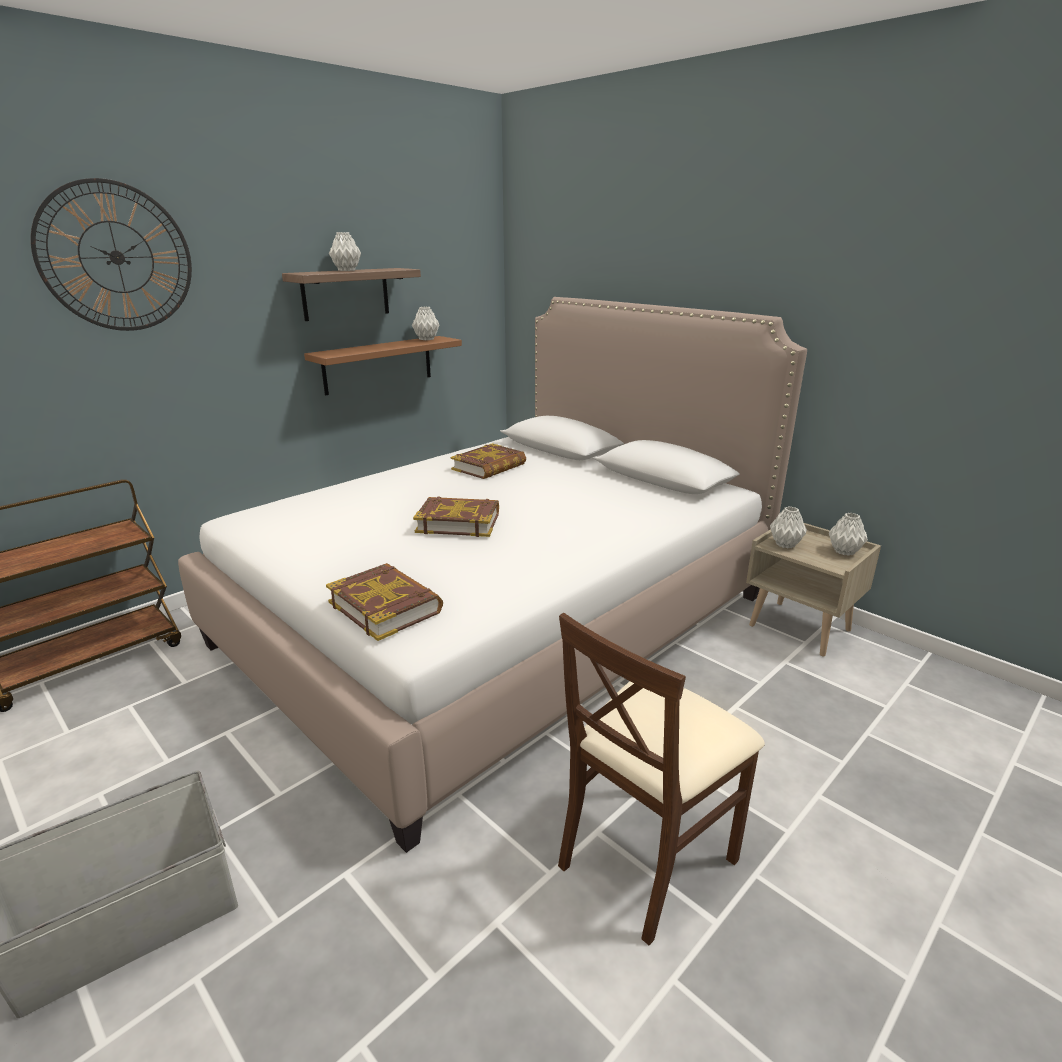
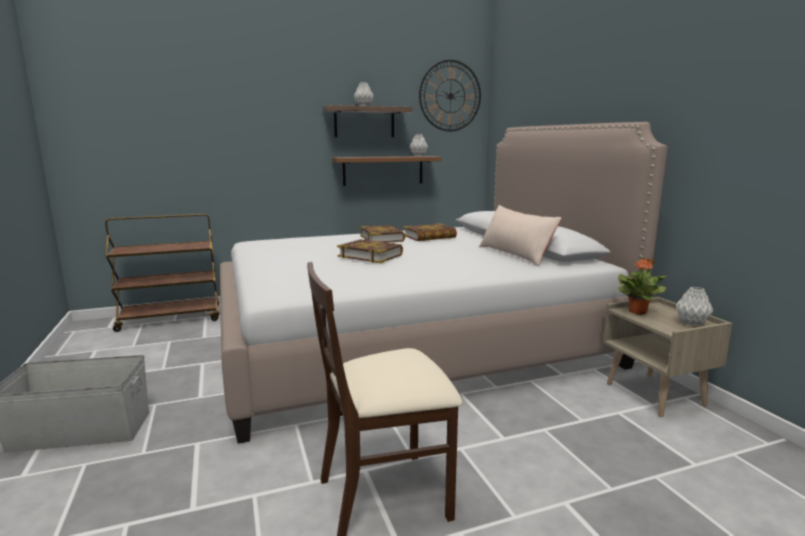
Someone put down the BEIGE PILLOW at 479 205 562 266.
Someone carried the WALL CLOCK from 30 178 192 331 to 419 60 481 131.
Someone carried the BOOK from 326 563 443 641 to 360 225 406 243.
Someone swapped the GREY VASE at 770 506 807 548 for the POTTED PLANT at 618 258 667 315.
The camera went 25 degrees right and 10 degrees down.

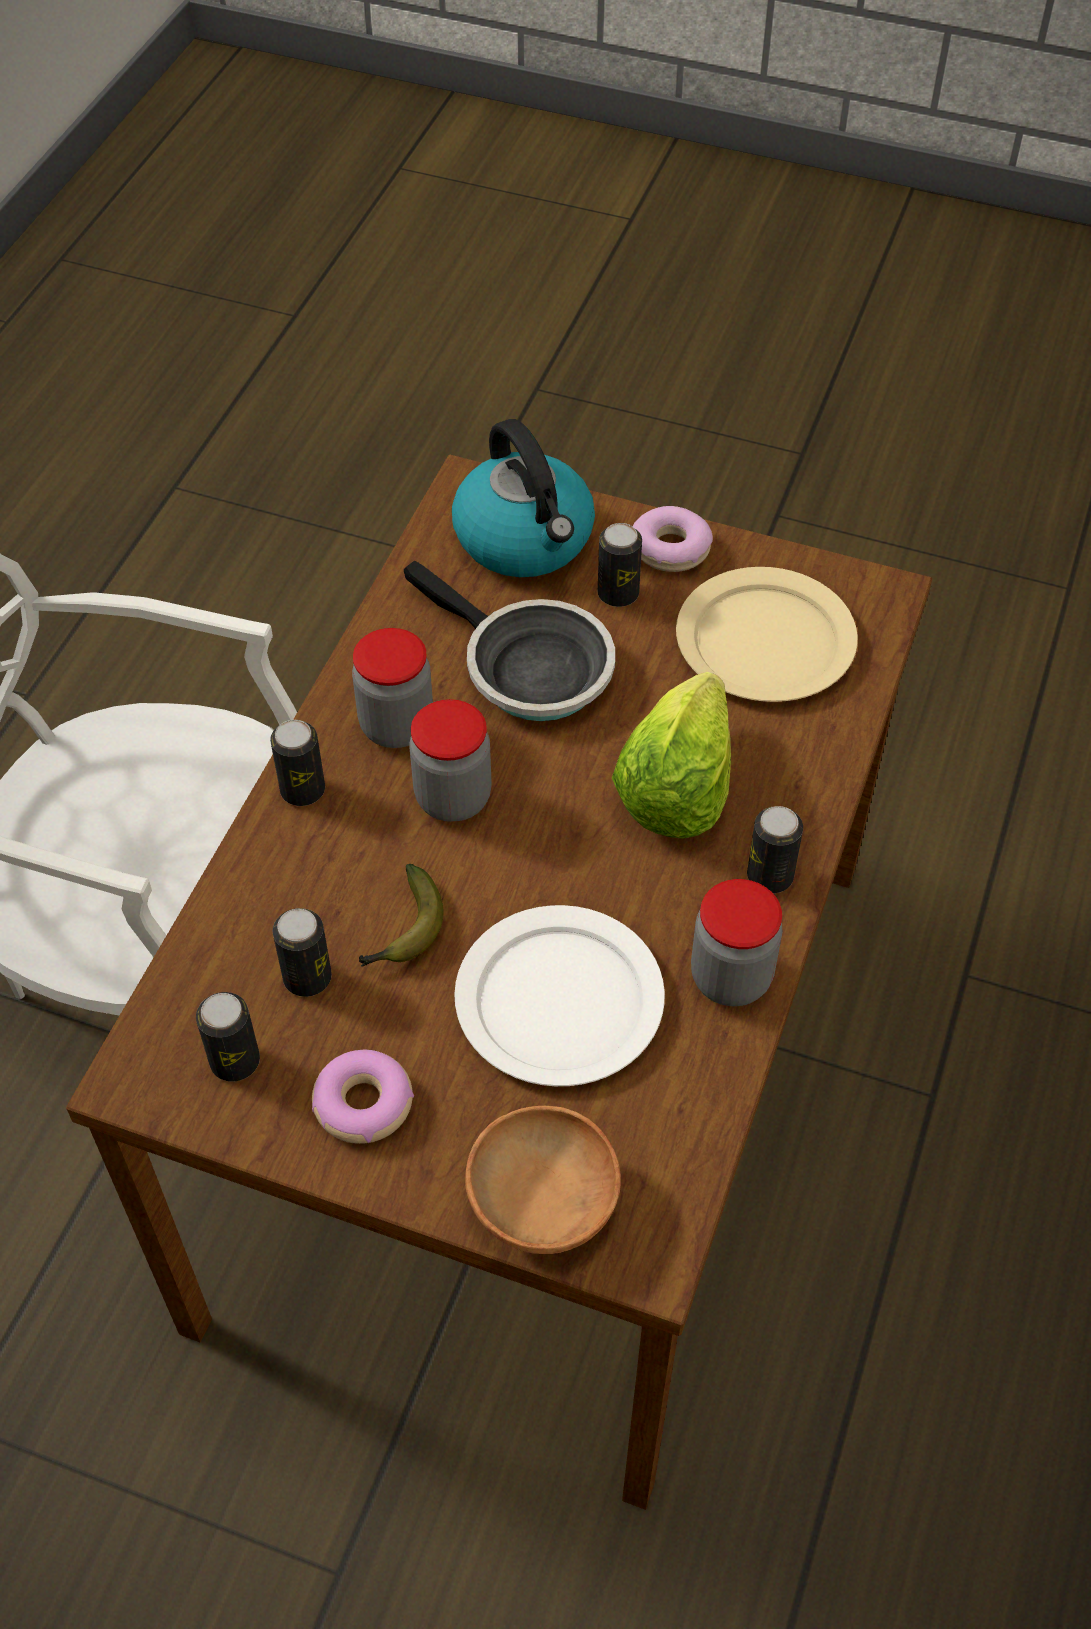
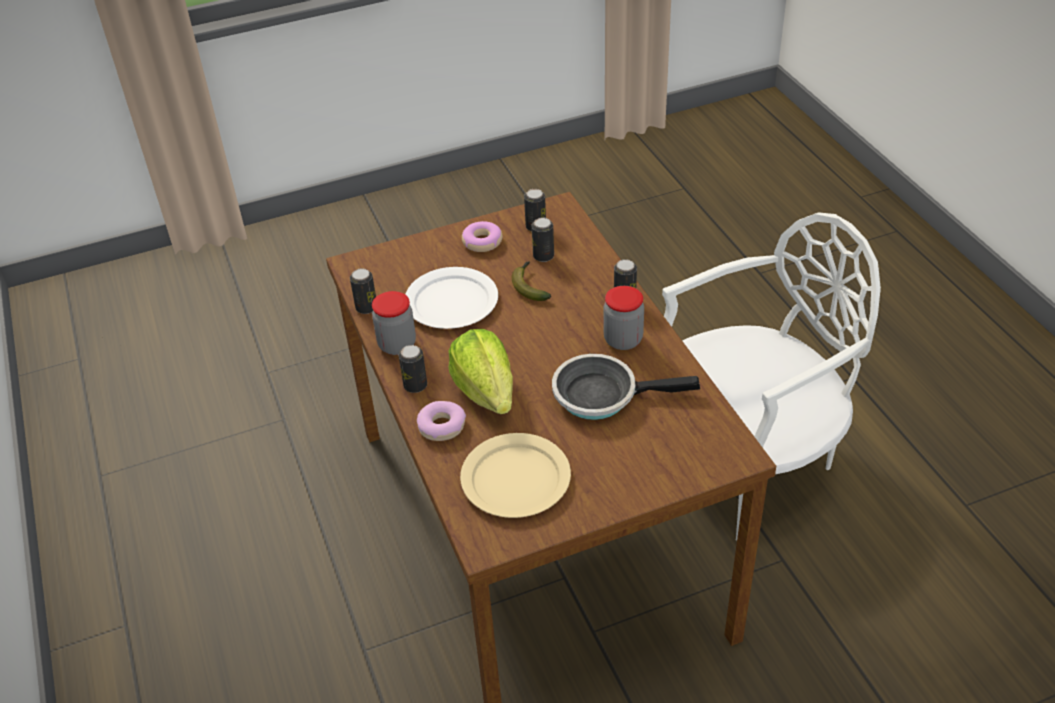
Someone took away the JAR at 409 699 492 822.
Someone took away the KETTLE at 452 419 595 577.
Someone took away the BROWN BOWL at 465 1106 621 1254.
Someone carried the CAN from 598 523 642 607 to 350 268 376 314.
Someone carried the DONUT from 633 506 713 572 to 417 401 466 441.
The camera went 140 degrees right and 10 degrees down.

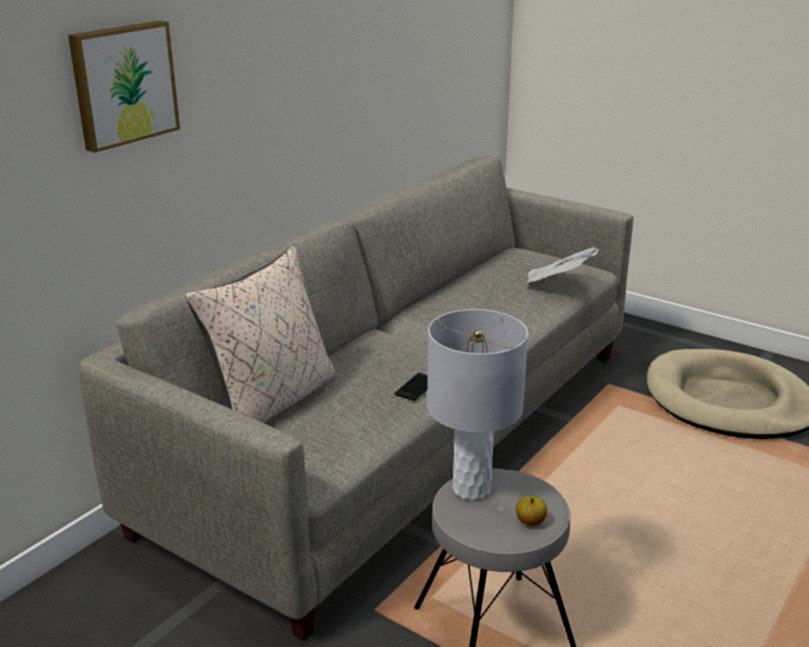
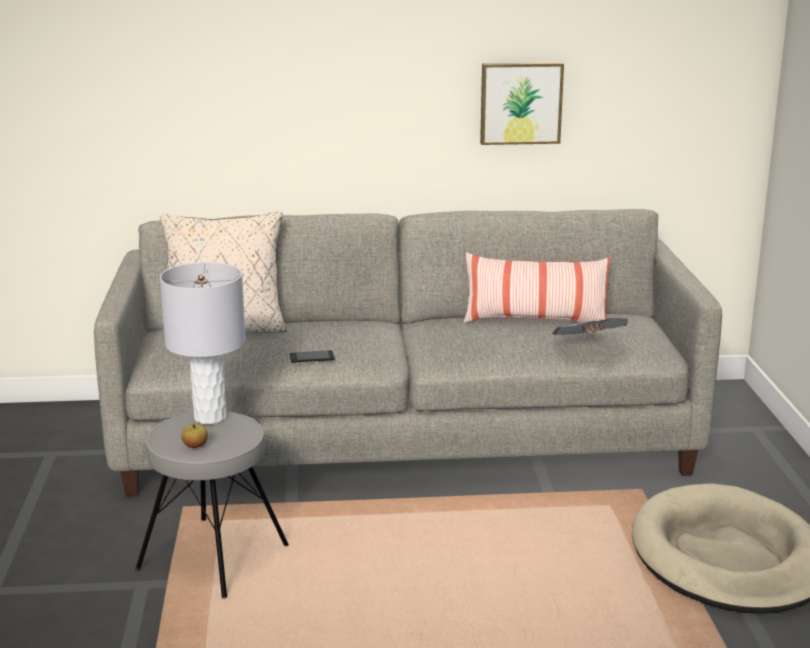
Someone put down the PILLOW at 464 252 610 323.
Someone carried the PICTURE from 68 20 180 153 to 480 62 564 145.
The camera went 50 degrees right and 5 degrees down.

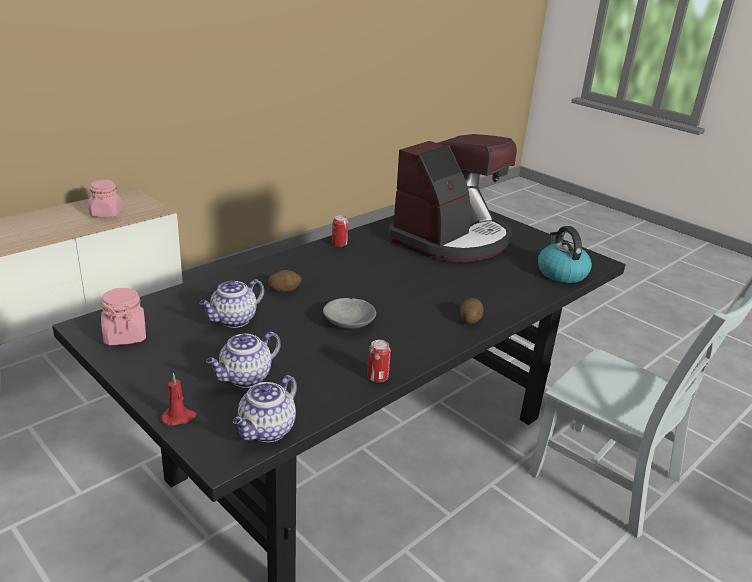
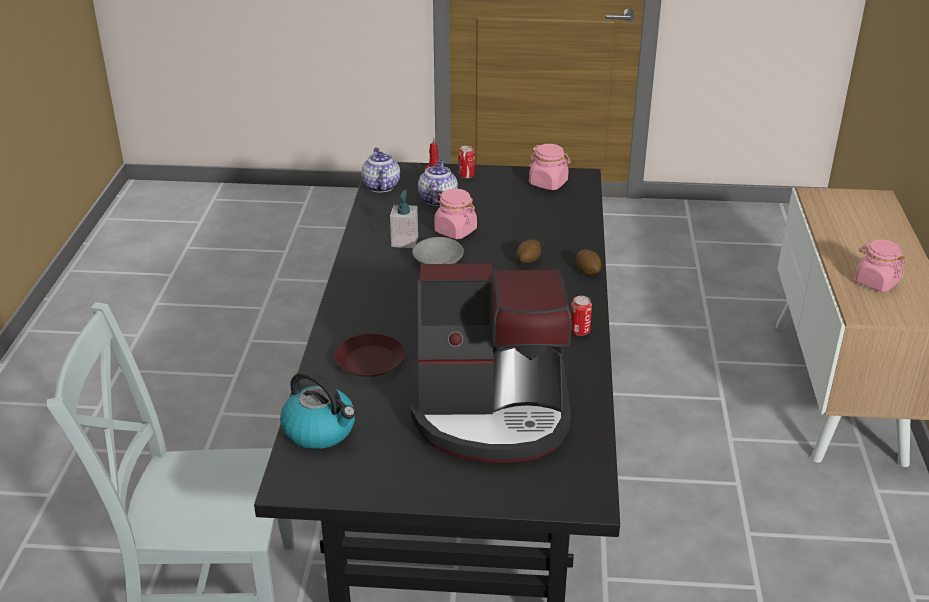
Someone took away the TEAPOT at 199 279 264 328.
Someone put down the BROWN PLATE at 335 334 405 377.
Someone put down the SOAP DISPENSER at 390 190 418 248.
Someone put down the PINK JAR at 434 189 477 239.
Someone carried the CAN from 367 340 391 382 to 458 146 475 179.
Someone carried the POTATO from 460 298 484 324 to 576 249 601 275.
Someone rotated the COFFEE MACHINE at 389 134 517 262 by 90 degrees counterclockwise.
The camera went 140 degrees right and 5 degrees up.

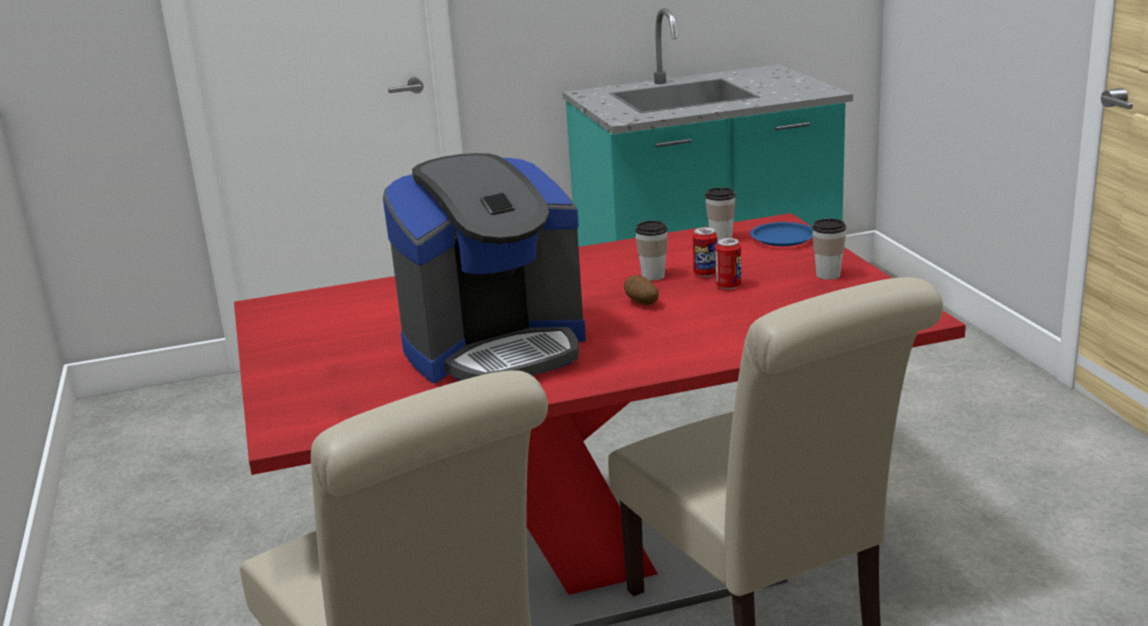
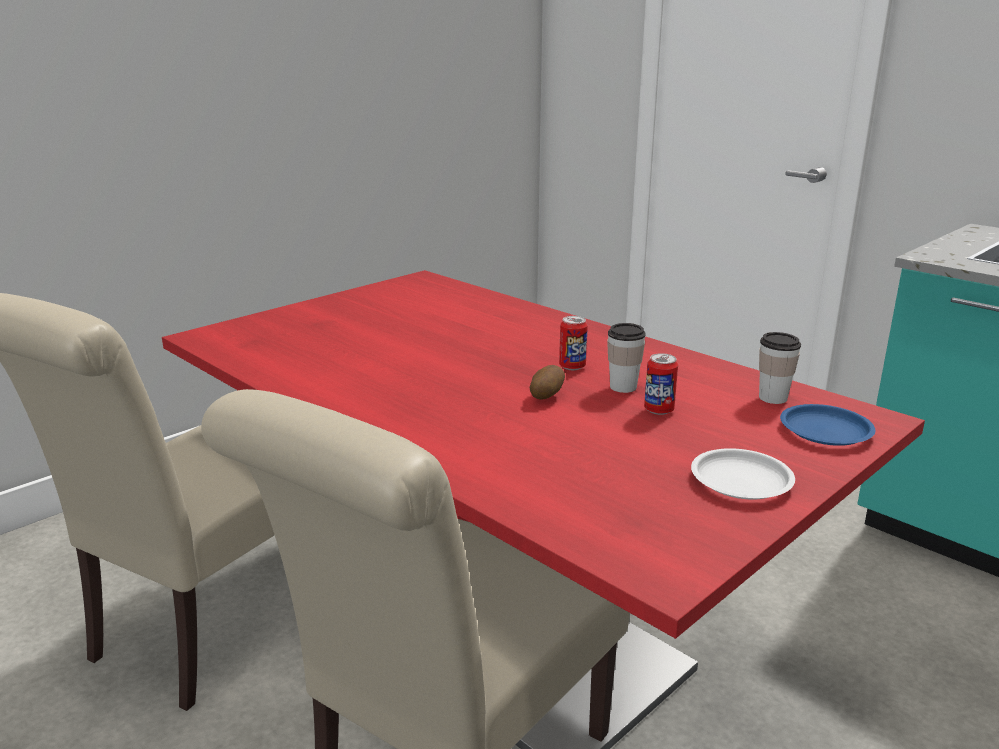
Someone took away the COFFEE MACHINE at 383 153 586 383.
Someone carried the CAN from 715 238 741 289 to 559 316 588 370.
Someone swapped the CUP at 812 219 846 280 for the WHITE PLATE at 691 448 795 500.
The camera went 60 degrees right and 0 degrees up.

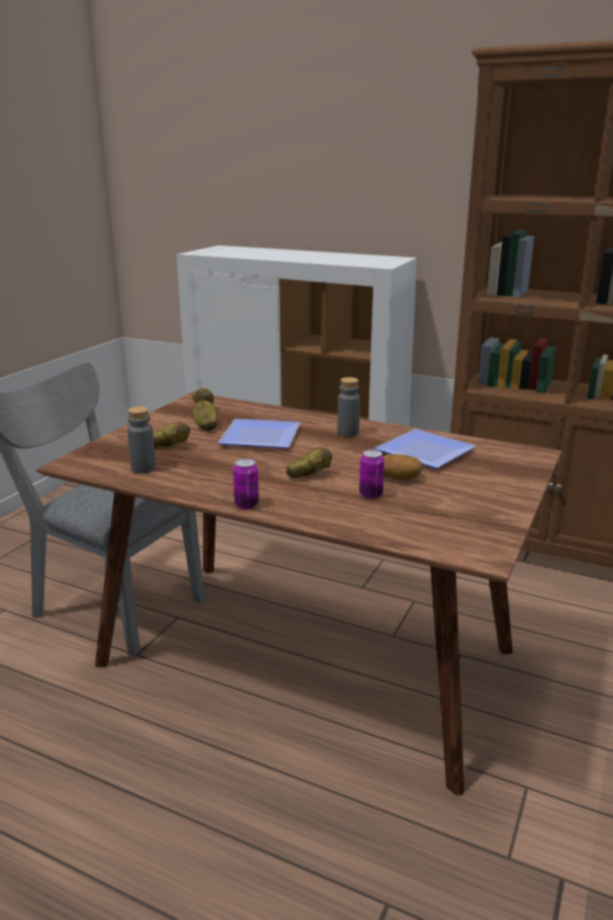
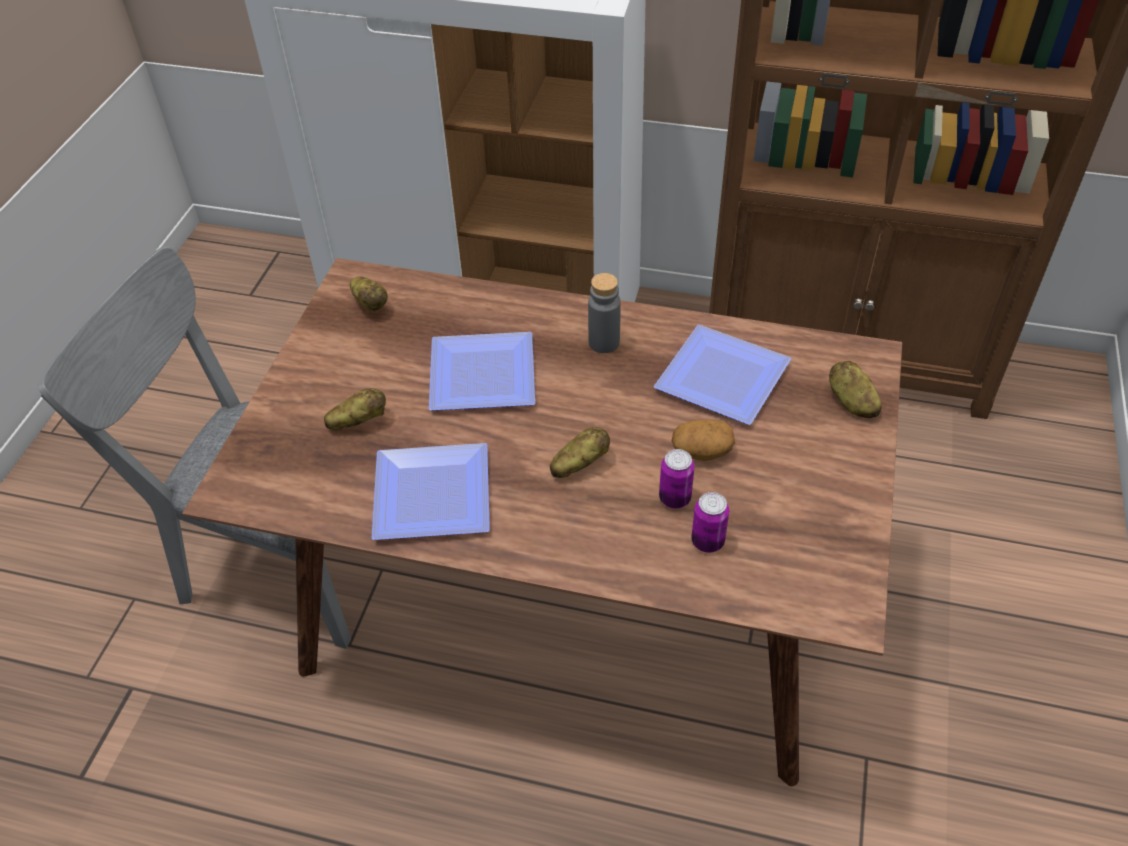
Someone took away the GREY BOTTLE at 127 406 156 473.
Someone put down the PLATE at 371 443 490 540.
Someone carried the POTATO from 193 400 217 431 to 829 361 882 418.
Someone carried the CAN from 233 459 259 509 to 691 492 729 553.
The camera went 10 degrees left and 25 degrees up.

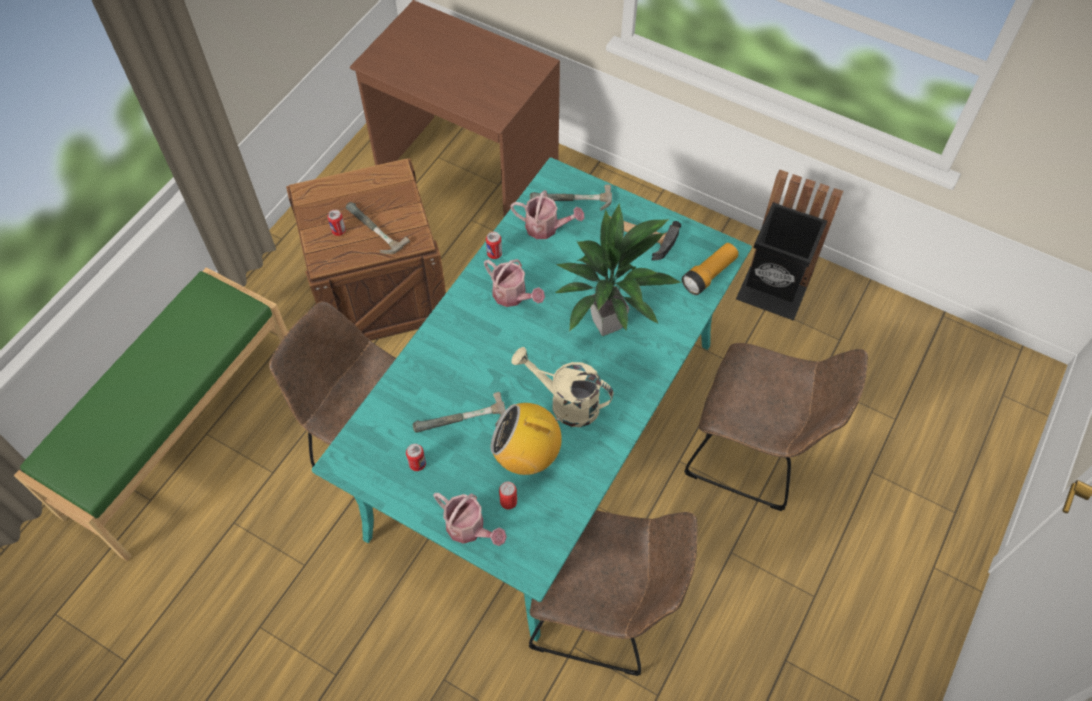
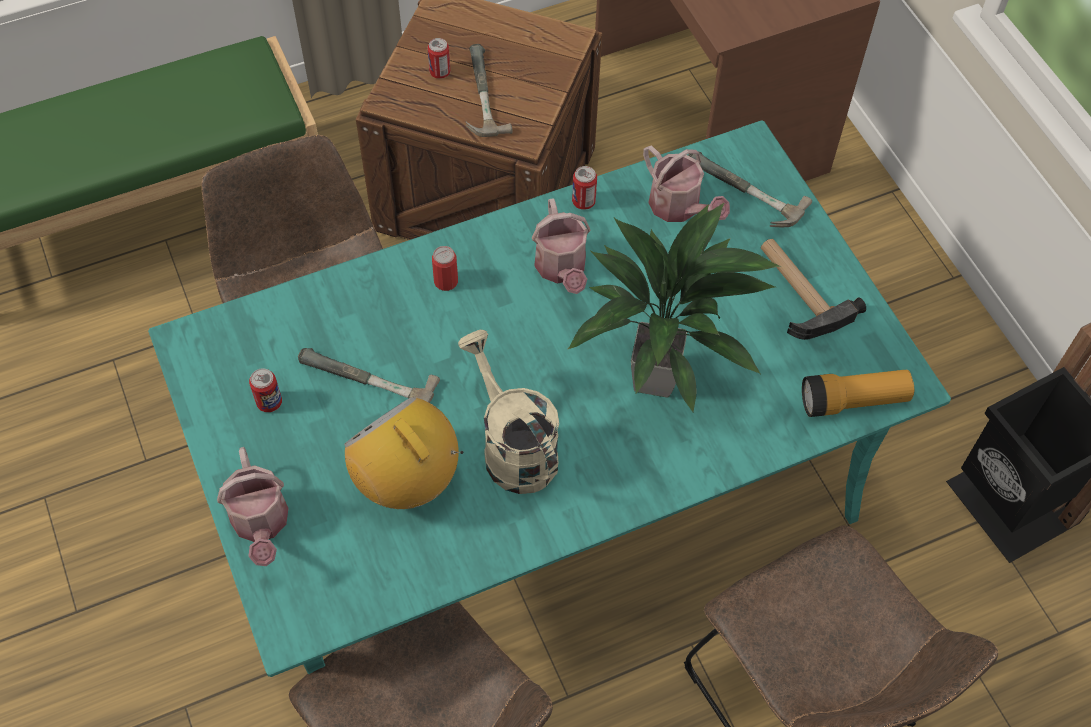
Someone carried the CAN from 499 482 517 509 to 432 246 458 291.
The camera went 35 degrees right and 0 degrees up.

